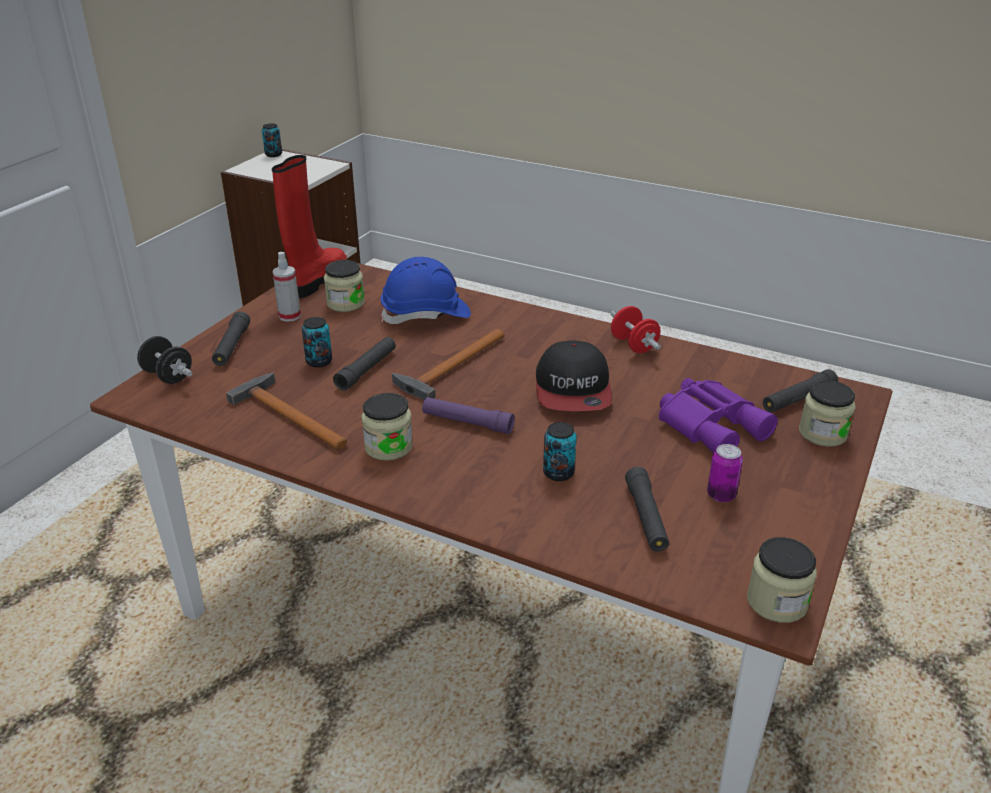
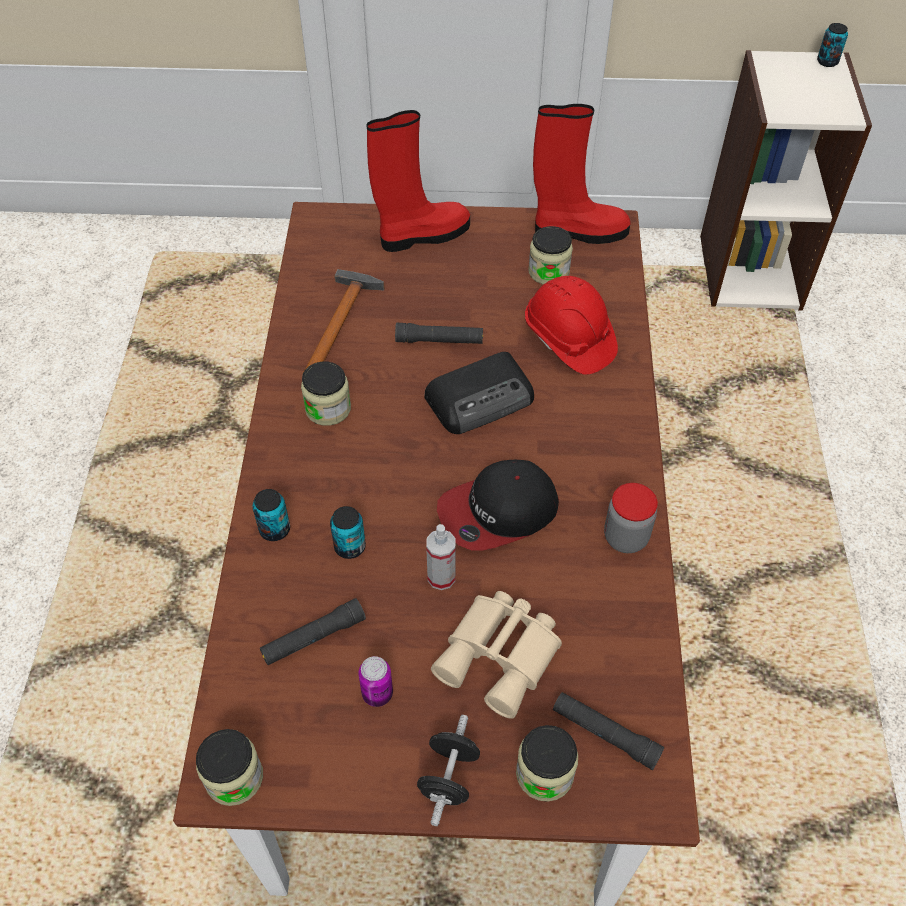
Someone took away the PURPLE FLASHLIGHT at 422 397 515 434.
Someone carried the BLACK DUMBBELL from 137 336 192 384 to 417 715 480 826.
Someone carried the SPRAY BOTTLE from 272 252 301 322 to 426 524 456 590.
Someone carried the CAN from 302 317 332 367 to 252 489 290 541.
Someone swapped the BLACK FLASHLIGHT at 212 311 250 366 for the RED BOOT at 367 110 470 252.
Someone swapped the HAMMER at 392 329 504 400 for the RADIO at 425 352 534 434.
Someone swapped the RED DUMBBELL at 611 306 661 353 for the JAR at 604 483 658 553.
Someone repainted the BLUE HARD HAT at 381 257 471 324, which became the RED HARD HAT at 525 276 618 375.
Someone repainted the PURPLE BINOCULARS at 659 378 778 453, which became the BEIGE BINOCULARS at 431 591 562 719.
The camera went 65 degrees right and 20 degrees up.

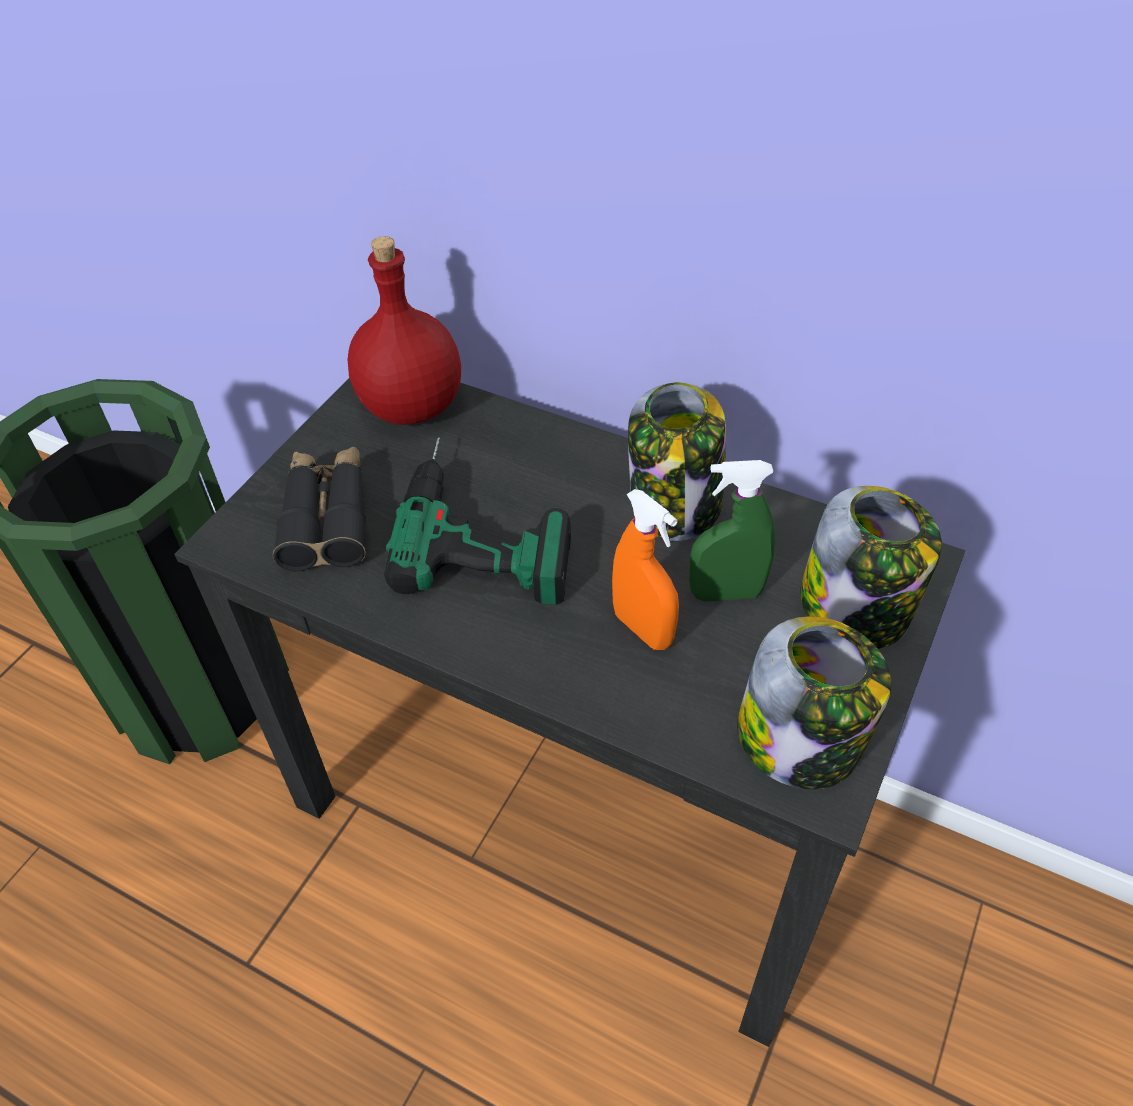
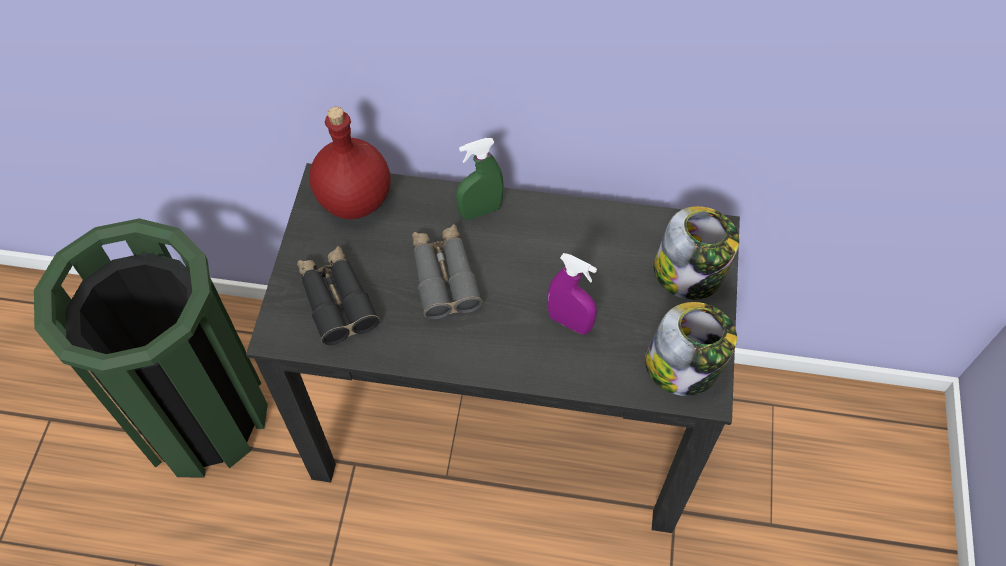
Someone took away the JAR at 628 382 726 541.
Someone carried the GREEN SPRAY BOTTLE from 690 460 775 602 to 456 138 504 220.
Someone swapped the POWER DRILL at 384 437 571 605 for the GREY BINOCULARS at 412 224 482 319.
Someone repainted the ORANGE SPRAY BOTTLE at 612 489 679 650, which became the PURPLE SPRAY BOTTLE at 548 253 597 335.
The camera went 20 degrees left and 10 degrees up.

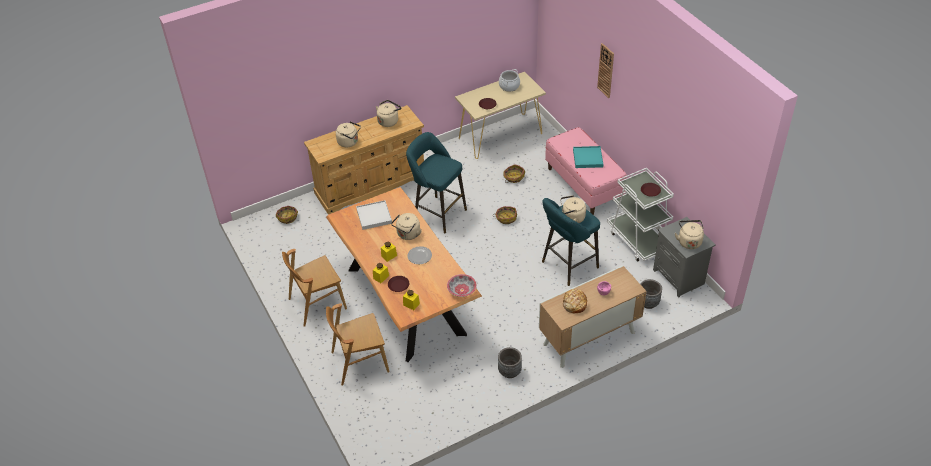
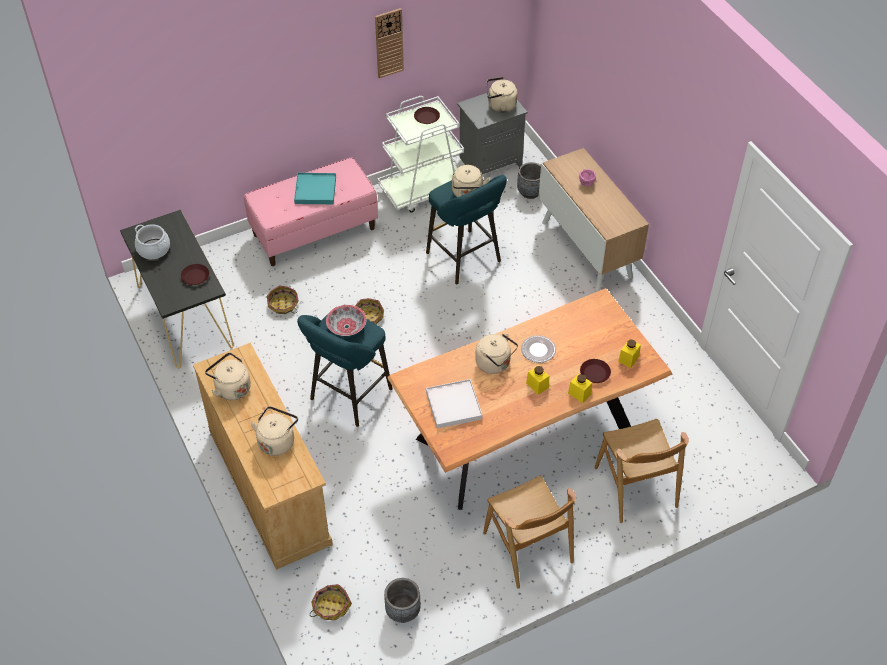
Someone took away the BREAD at 563 289 587 313.
Someone carried the BOWL from 447 274 477 297 to 326 305 366 336.
Someone carried the GREY PLANTER from 498 347 522 378 to 384 578 421 623.
Someone carried the WALL CLOCK from 597 43 614 98 to 375 8 404 78.
Someone repainted the BEIGE CONSOLE TABLE at 455 72 546 159, which became the BLACK CONSOLE TABLE at 120 210 234 368.
The camera went 90 degrees left and 5 degrees up.

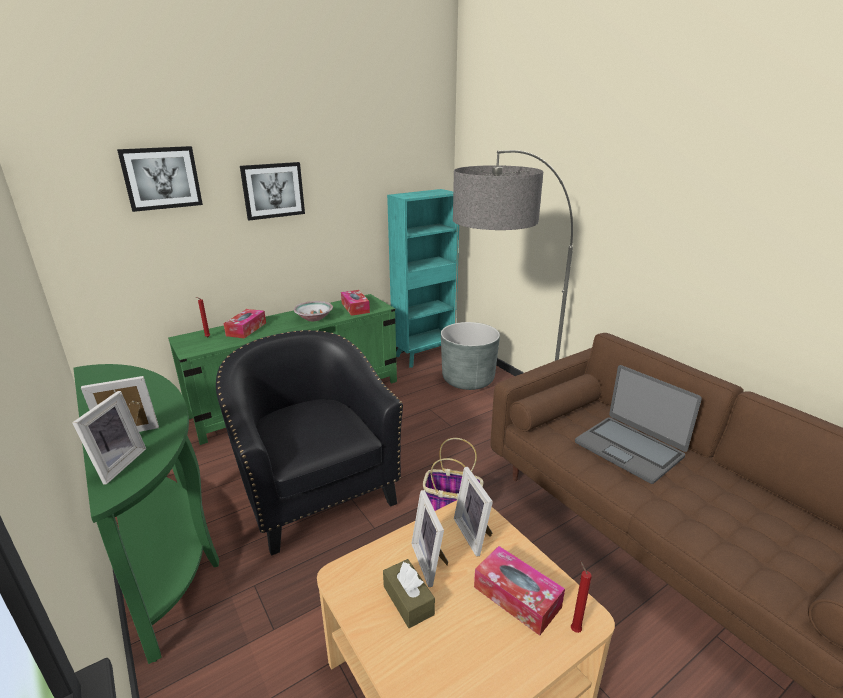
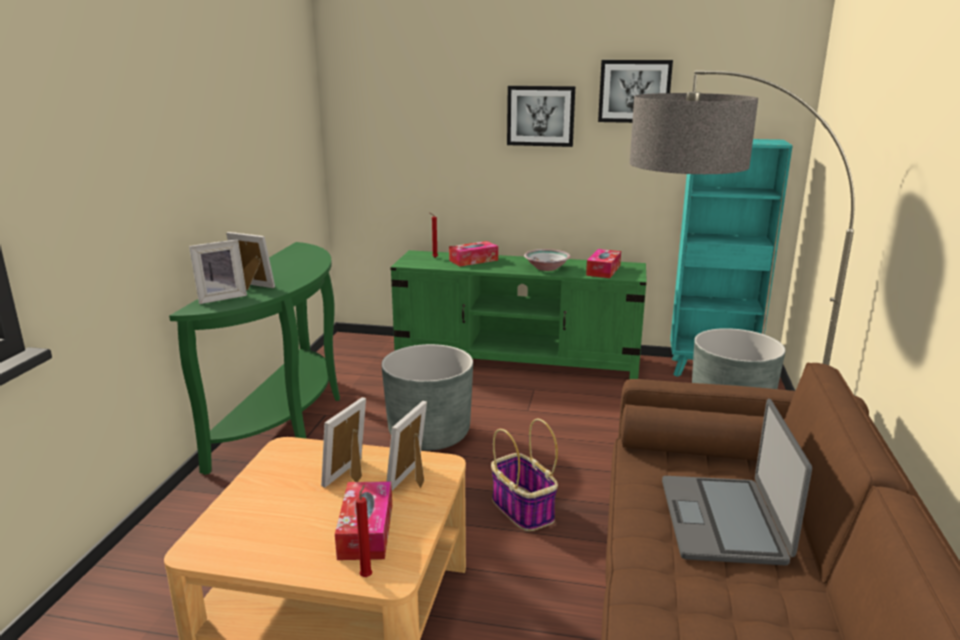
Someone took away the BROWN TISSUE BOX at 383 559 435 628.
Someone carried the PICTURE from 117 146 203 212 to 598 60 673 123.
Someone swapped the BLACK ARMCHAIR at 216 330 403 555 for the GREY PLANTER at 381 344 473 451.
The camera went 45 degrees right and 5 degrees down.

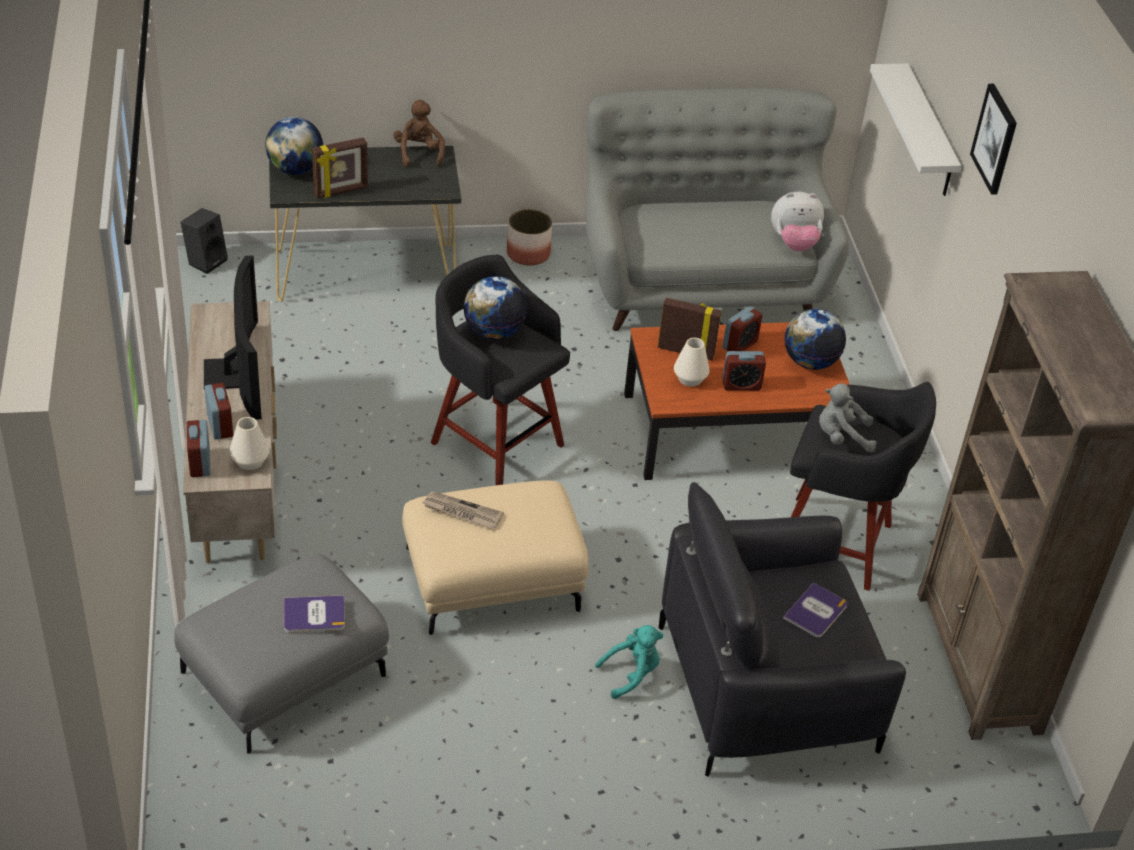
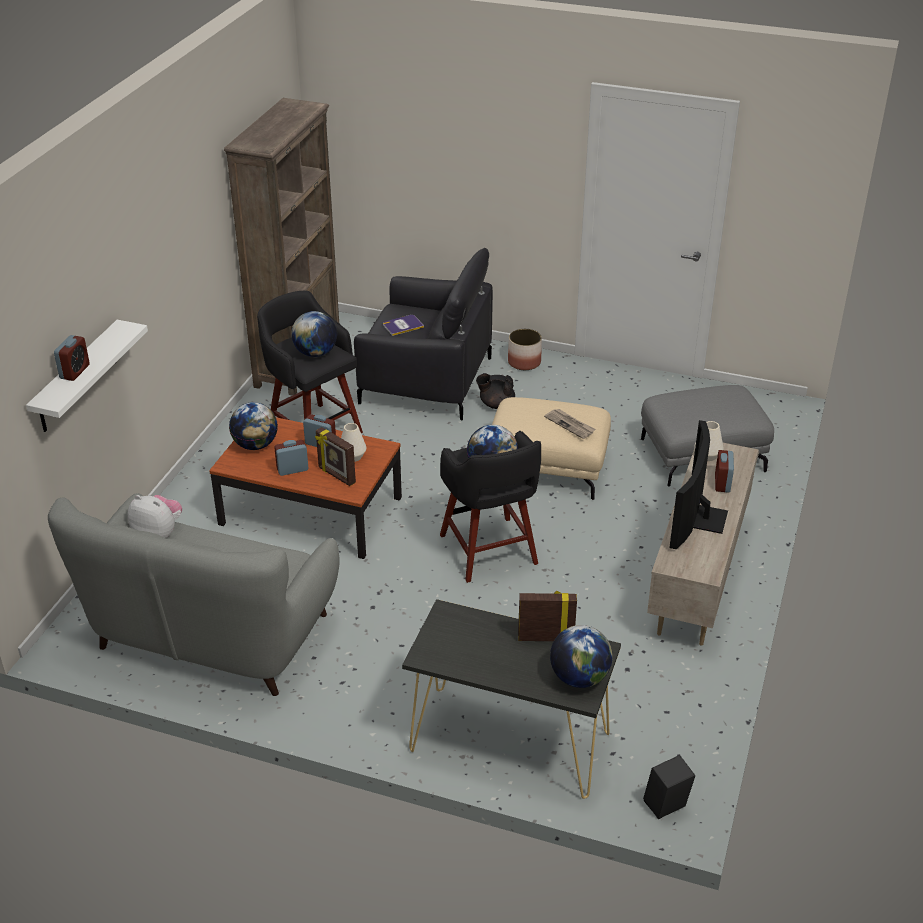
Someone took away the BOOK at 284 595 345 633.
Someone took away the BROWN PLUSH TOY at 393 100 445 167.
Someone took away the PICTURE at 970 84 1017 195.
Someone carried the ALARM CLOCK from 187 420 211 477 to 54 335 90 381.
Someone carried the PLANTER from 507 209 552 266 to 508 329 542 370.
Someone swapped the TURQUOISE PLUSH TOY at 595 625 663 699 for the BLACK TEAPOT at 476 374 515 409.
Someone swapped the GREY PLUSH TOY at 819 383 876 452 for the GLOBE at 291 311 337 357.
The camera went 150 degrees left and 5 degrees down.

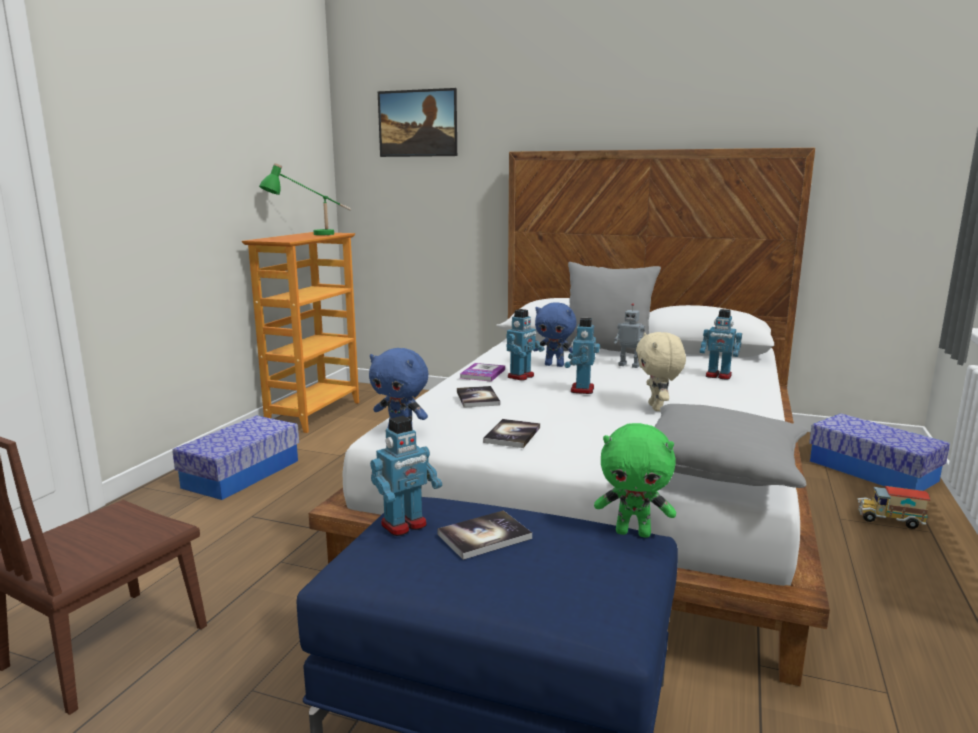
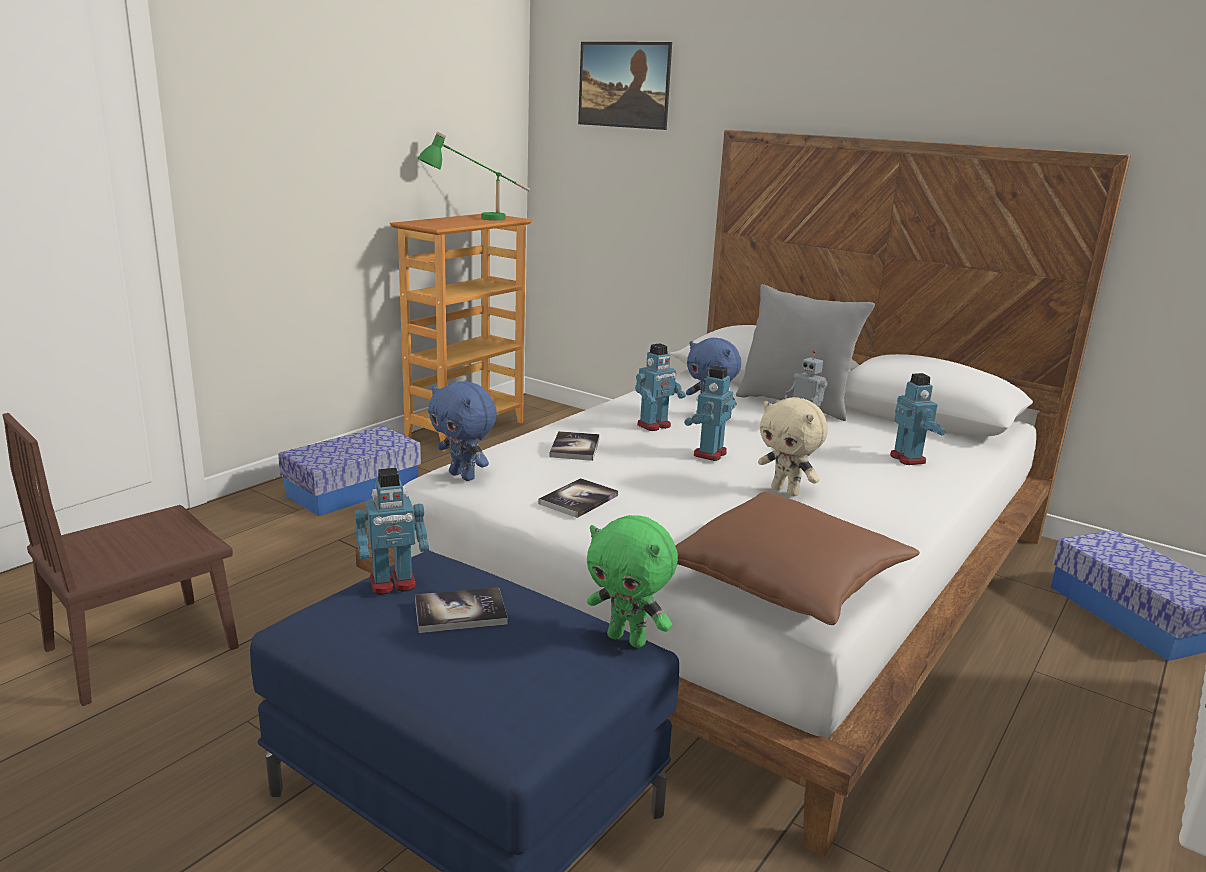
Someone took away the BOOK at 460 363 505 382.
Someone took away the TOY TRUCK at 857 486 930 529.
Someone repainted the GREY PILLOW at 654 404 809 488, which became the BROWN PILLOW at 675 492 920 625.
Someone rotated the BEIGE PLUSH TOY at 636 332 686 411 by 60 degrees counterclockwise.
Someone rotated the TOY ROBOT at 700 309 742 379 by 150 degrees counterclockwise.
The camera went 15 degrees right and 5 degrees up.

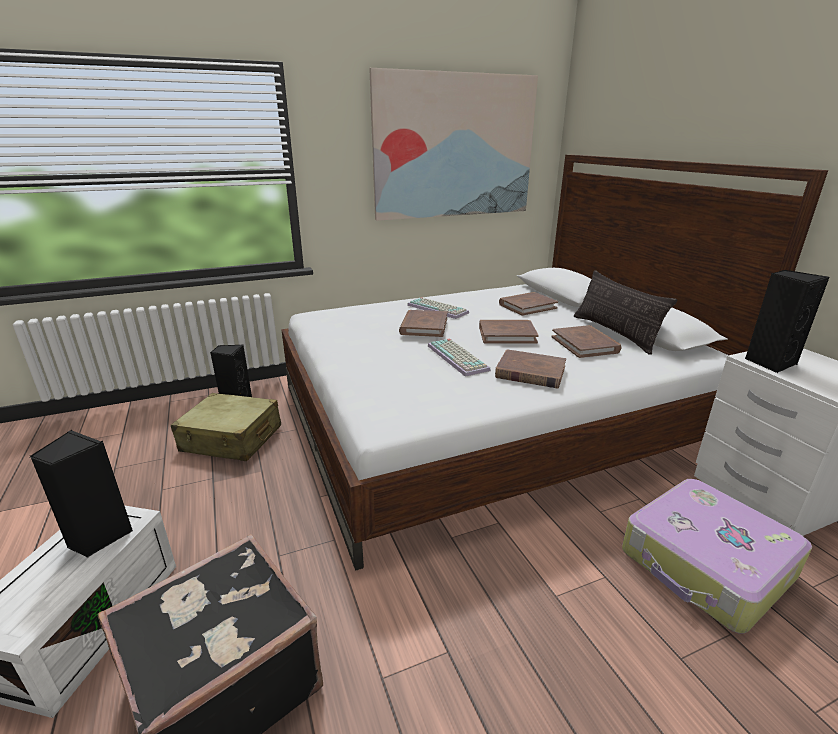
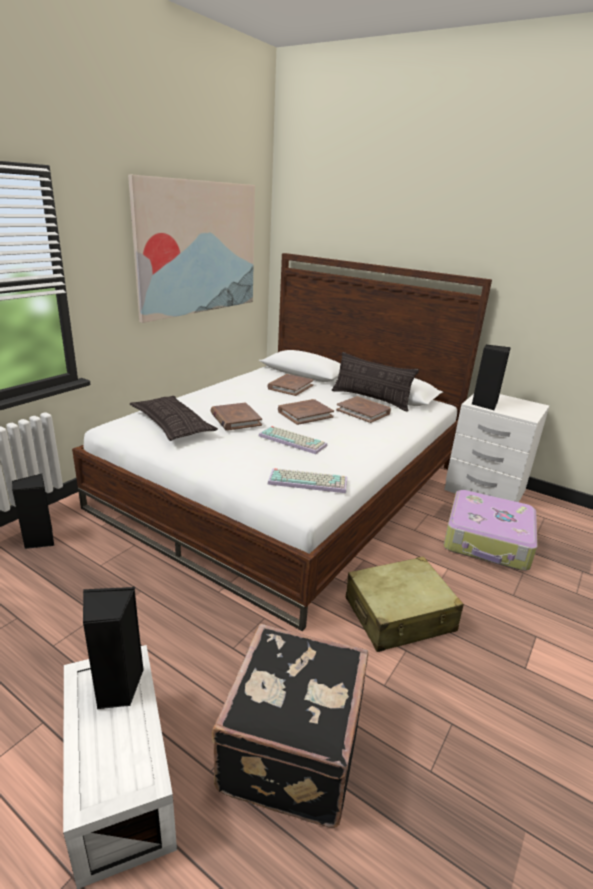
Someone took away the BROWN BOOK at 495 349 566 388.
Someone put down the PILLOW at 130 396 218 441.
Someone carried the BEIGE SUITCASE from 171 393 281 461 to 346 557 464 652.
Someone carried the KEYBOARD from 407 297 469 319 to 268 468 347 493.
The camera went 35 degrees left and 0 degrees up.

